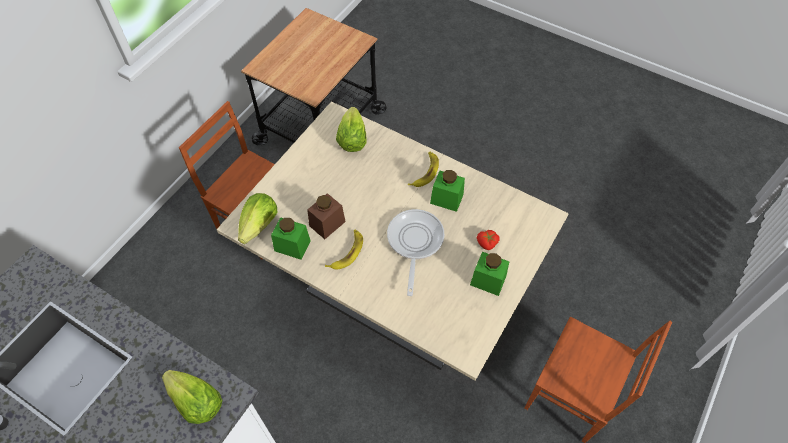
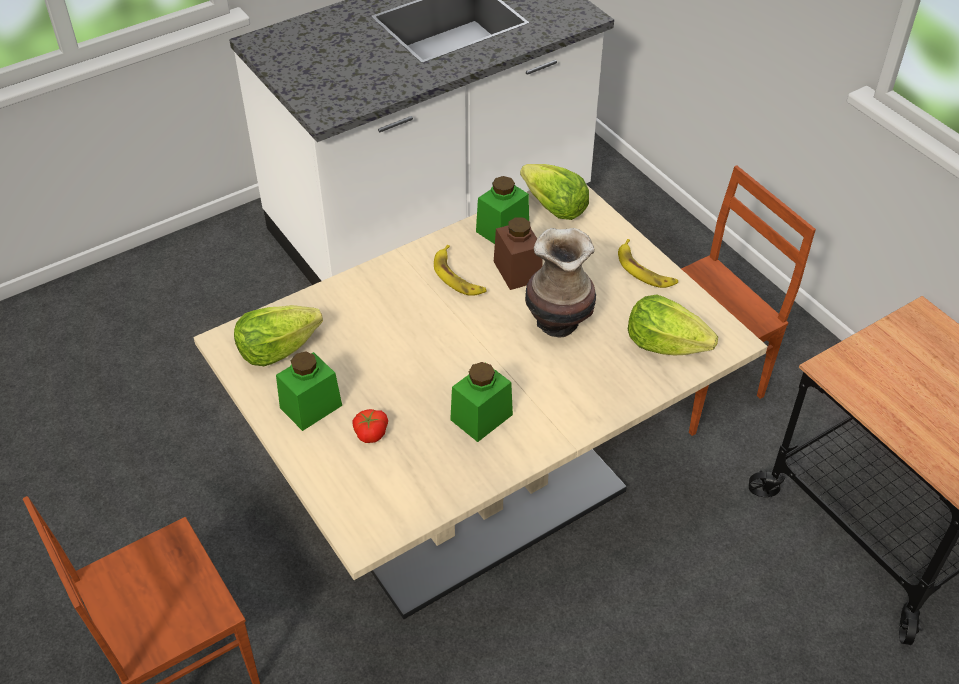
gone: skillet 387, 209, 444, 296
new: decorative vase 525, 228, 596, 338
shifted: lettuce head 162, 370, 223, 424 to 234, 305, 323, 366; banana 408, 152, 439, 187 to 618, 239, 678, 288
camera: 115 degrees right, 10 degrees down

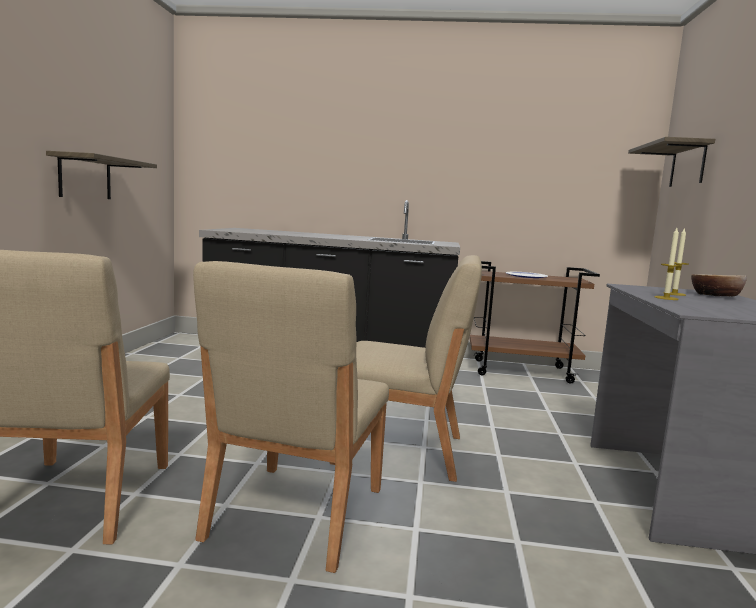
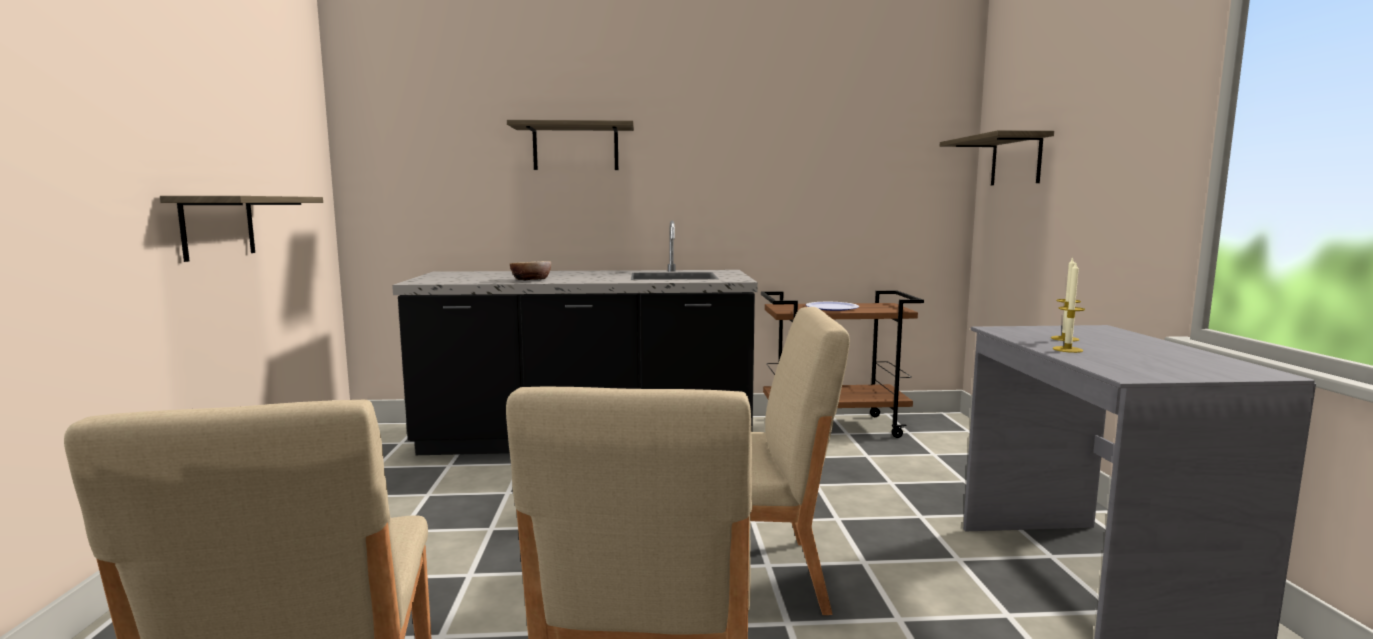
new: wall shelf 507, 120, 634, 170
shifted: serving bowl 691, 274, 747, 296 to 510, 261, 551, 281
camera: 10 degrees left, 0 degrees up

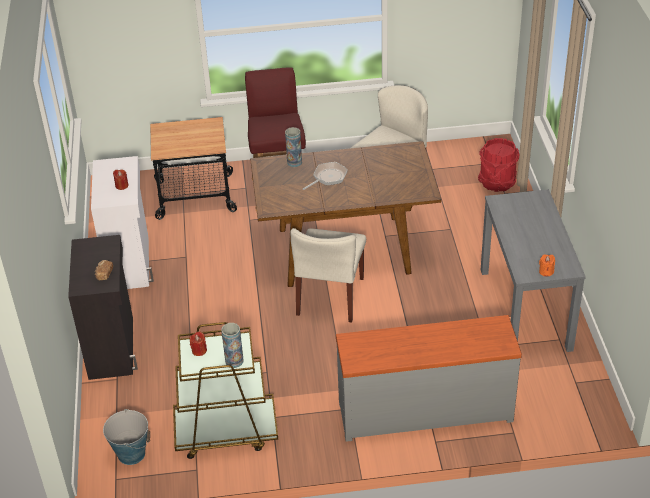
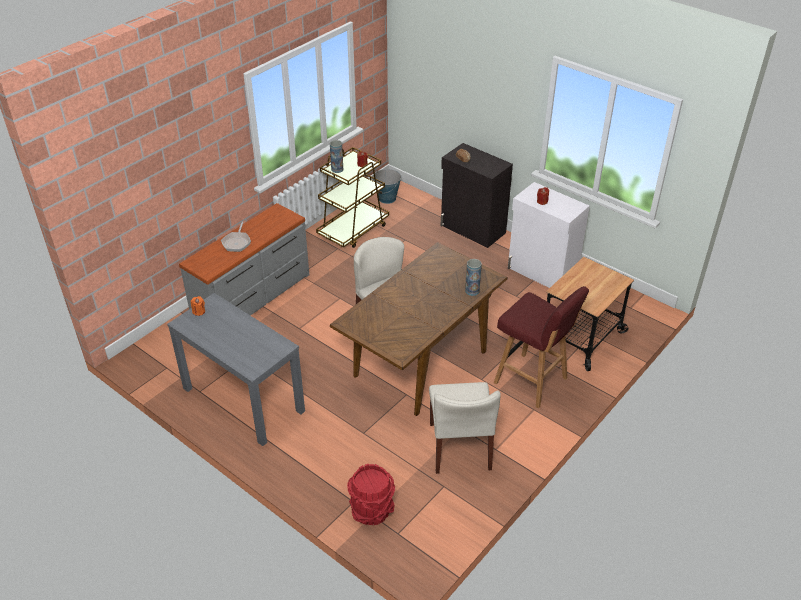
shifted: skillet 303, 162, 348, 190 to 221, 222, 251, 252
camera: 135 degrees right, 0 degrees up

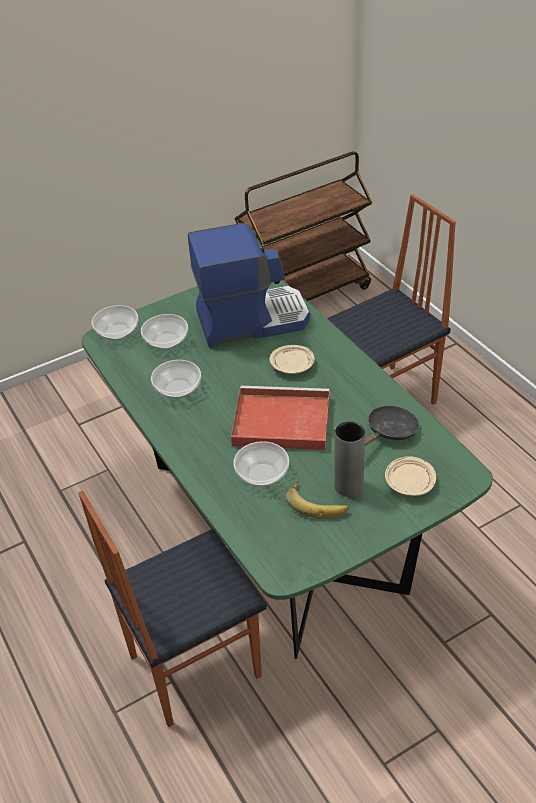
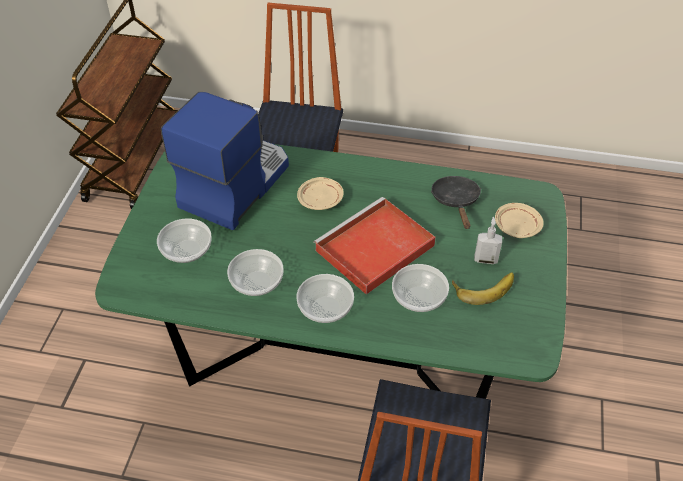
shifted: serving bowl 91, 305, 138, 341 to 296, 274, 354, 323
swapped: grey decorative vase 334, 421, 365, 497 to liquid soap bottle 474, 217, 502, 264
camera: 50 degrees left, 5 degrees up

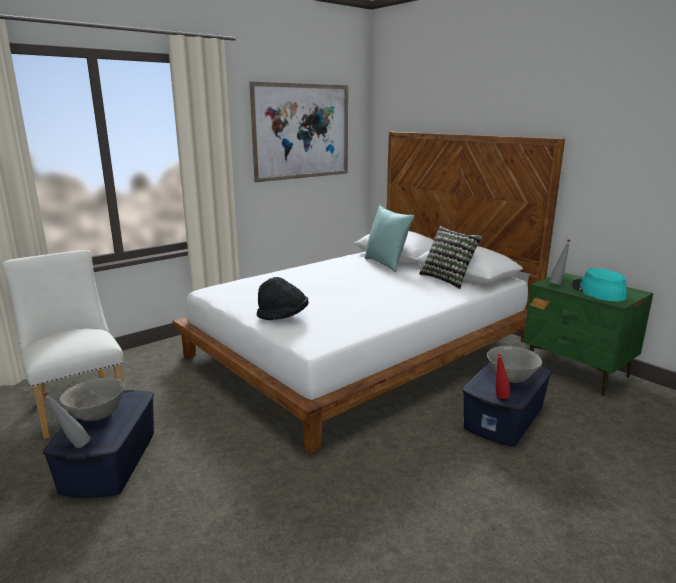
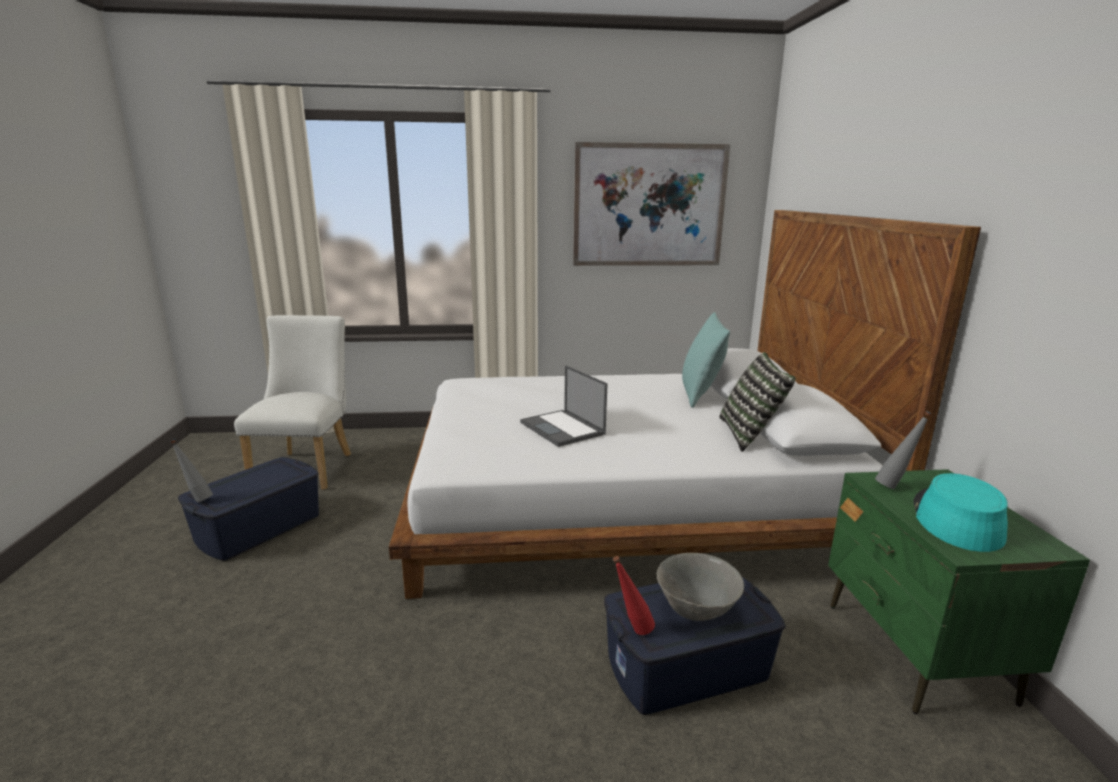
gone: grey serving bowl 59, 378, 124, 421; black-coloured wearable hat 257, 277, 309, 320
new: laptop 520, 365, 608, 447
camera: 35 degrees right, 0 degrees up

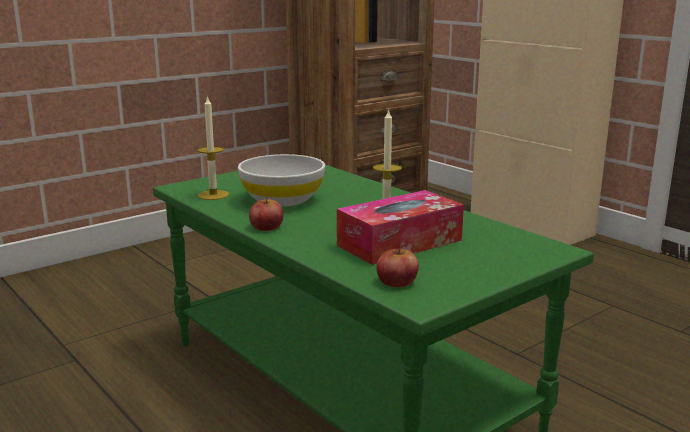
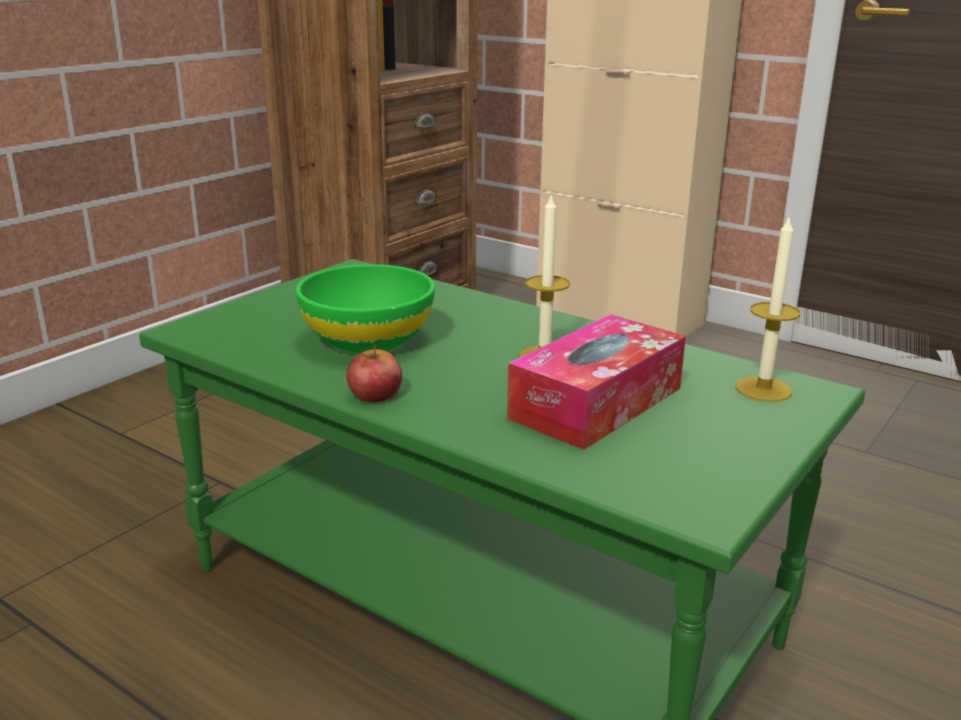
gone: apple 376, 245, 419, 287
shifted: candle 197, 96, 229, 200 to 736, 215, 800, 402
repainted: whitish serving bowl 238, 154, 325, 207 to greenish serving bowl 296, 264, 435, 353
camera: 15 degrees left, 5 degrees up

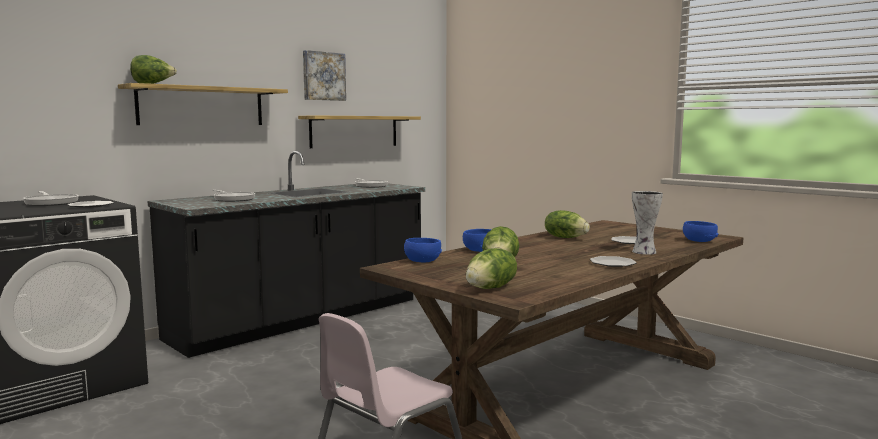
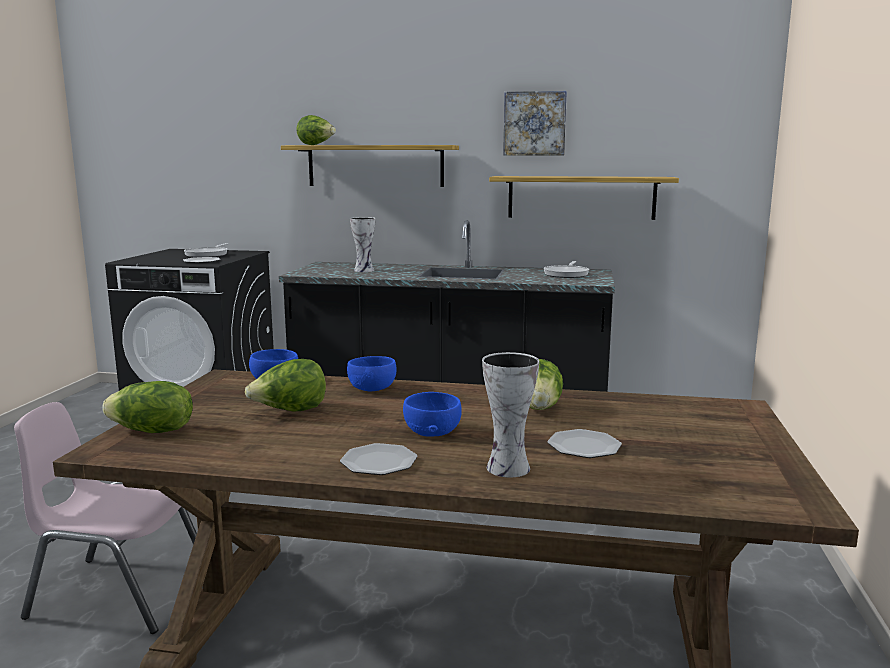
shifted: blue serving bowl 683, 221, 718, 242 to 403, 392, 462, 437
swapped: skillet 213, 190, 255, 202 to decorative vase 350, 217, 376, 272
camera: 55 degrees right, 5 degrees up

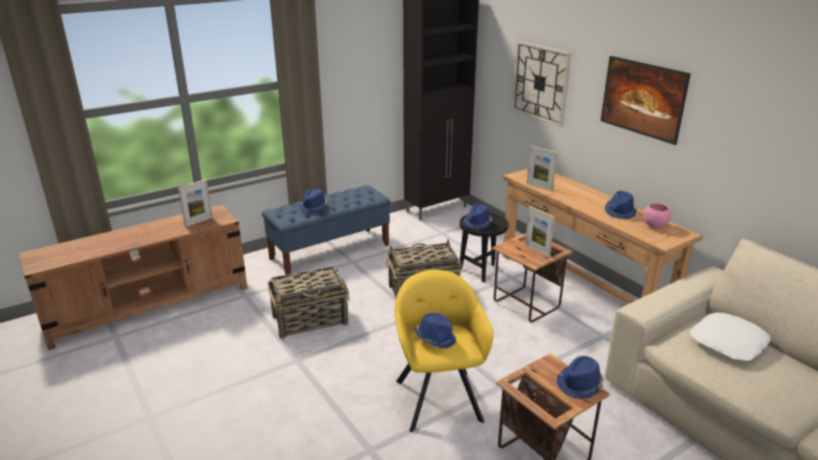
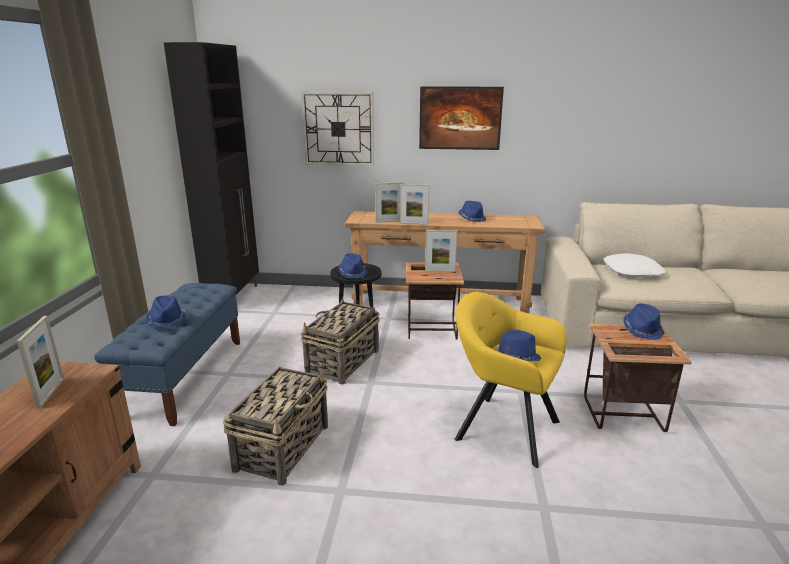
gone: pink serving bowl 643, 203, 671, 228
new: photo frame 400, 184, 429, 225
camera: 50 degrees left, 5 degrees down

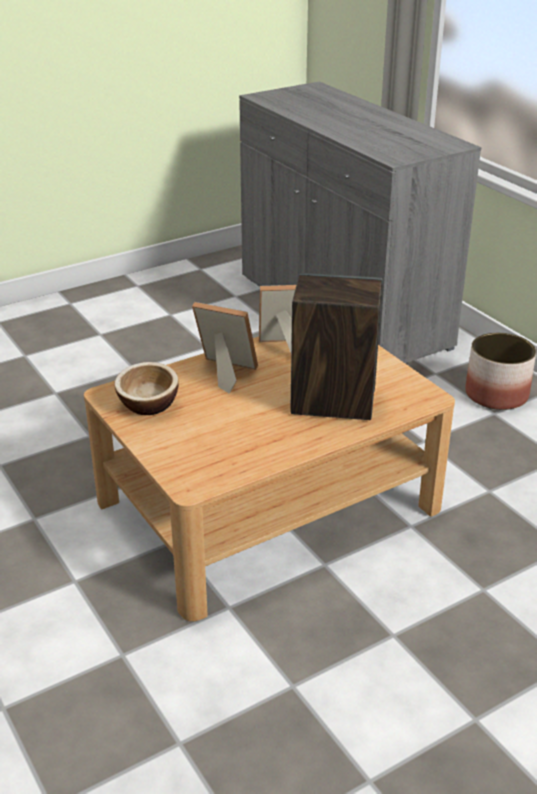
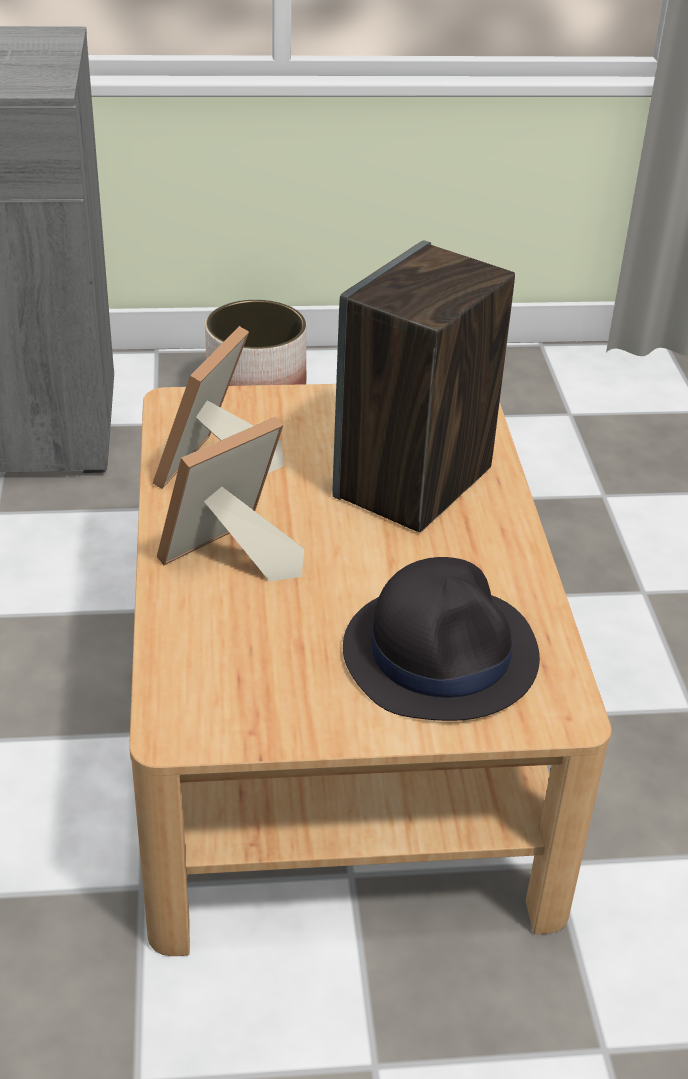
gone: serving bowl 114, 362, 179, 415
new: black-coloured wearable hat 343, 557, 540, 721
camera: 65 degrees left, 5 degrees up

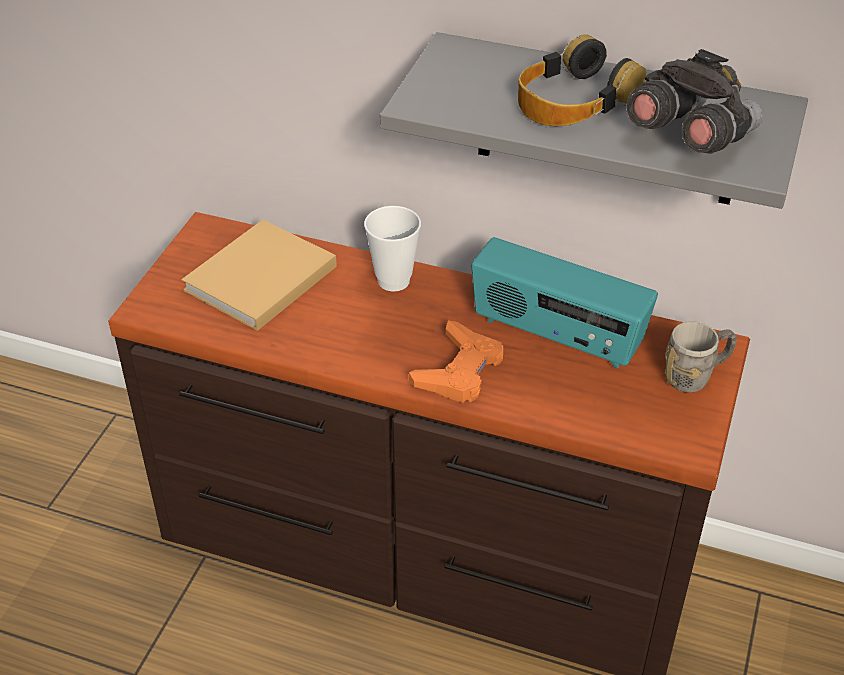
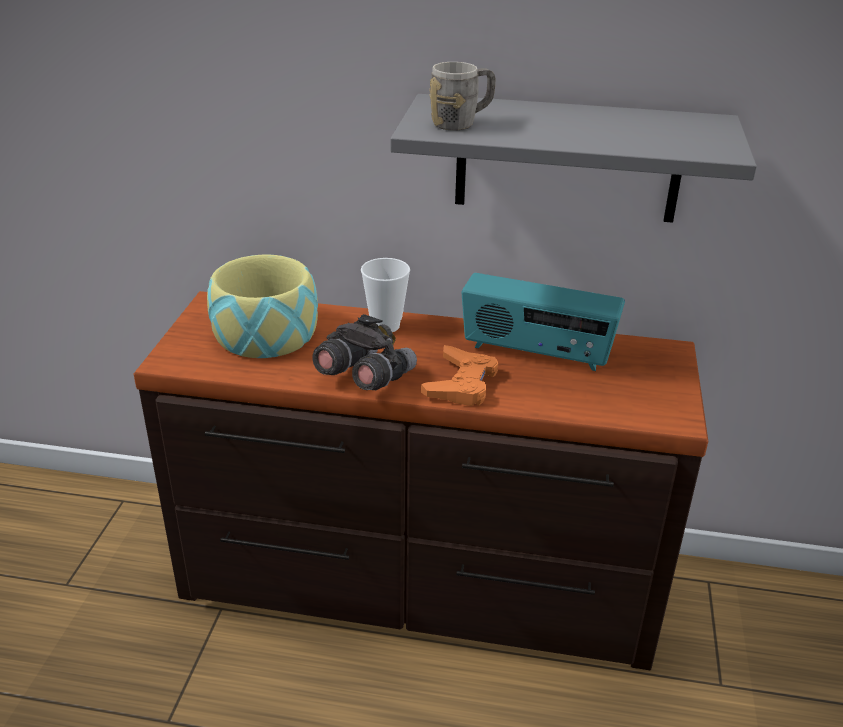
gone: pair of headphones 518, 34, 646, 126
shifted: grey pair of binoculars 626, 49, 763, 154 to 312, 314, 417, 390; grey coffee mug 665, 321, 737, 393 to 429, 62, 495, 130
swapped: beige bound book 181, 220, 337, 331 to serving bowl 207, 255, 318, 358
camera: 10 degrees left, 10 degrees down

